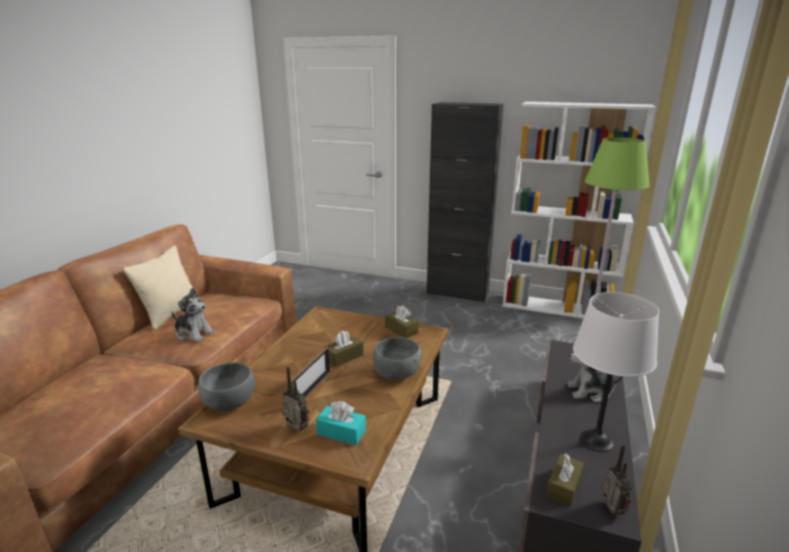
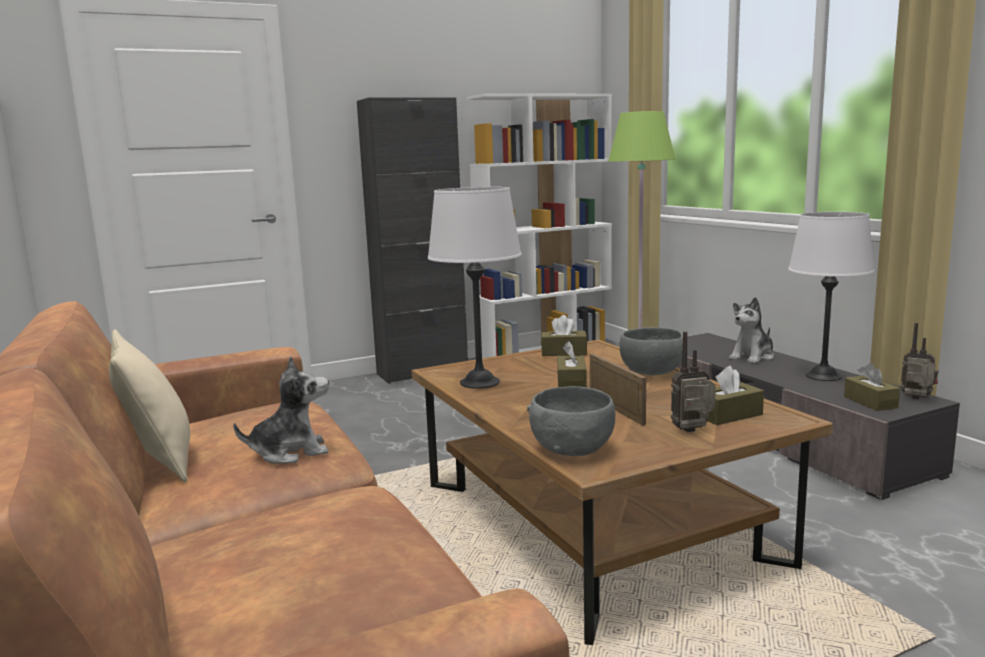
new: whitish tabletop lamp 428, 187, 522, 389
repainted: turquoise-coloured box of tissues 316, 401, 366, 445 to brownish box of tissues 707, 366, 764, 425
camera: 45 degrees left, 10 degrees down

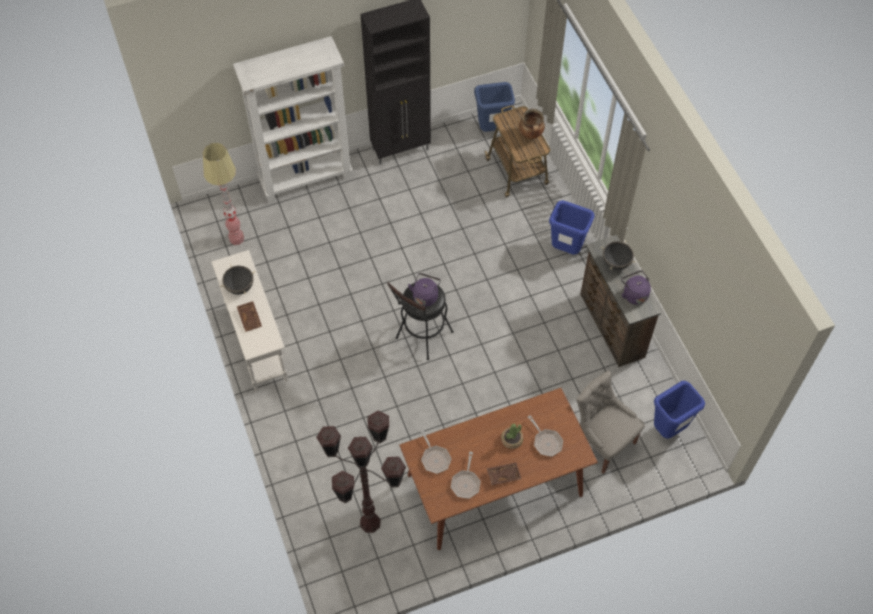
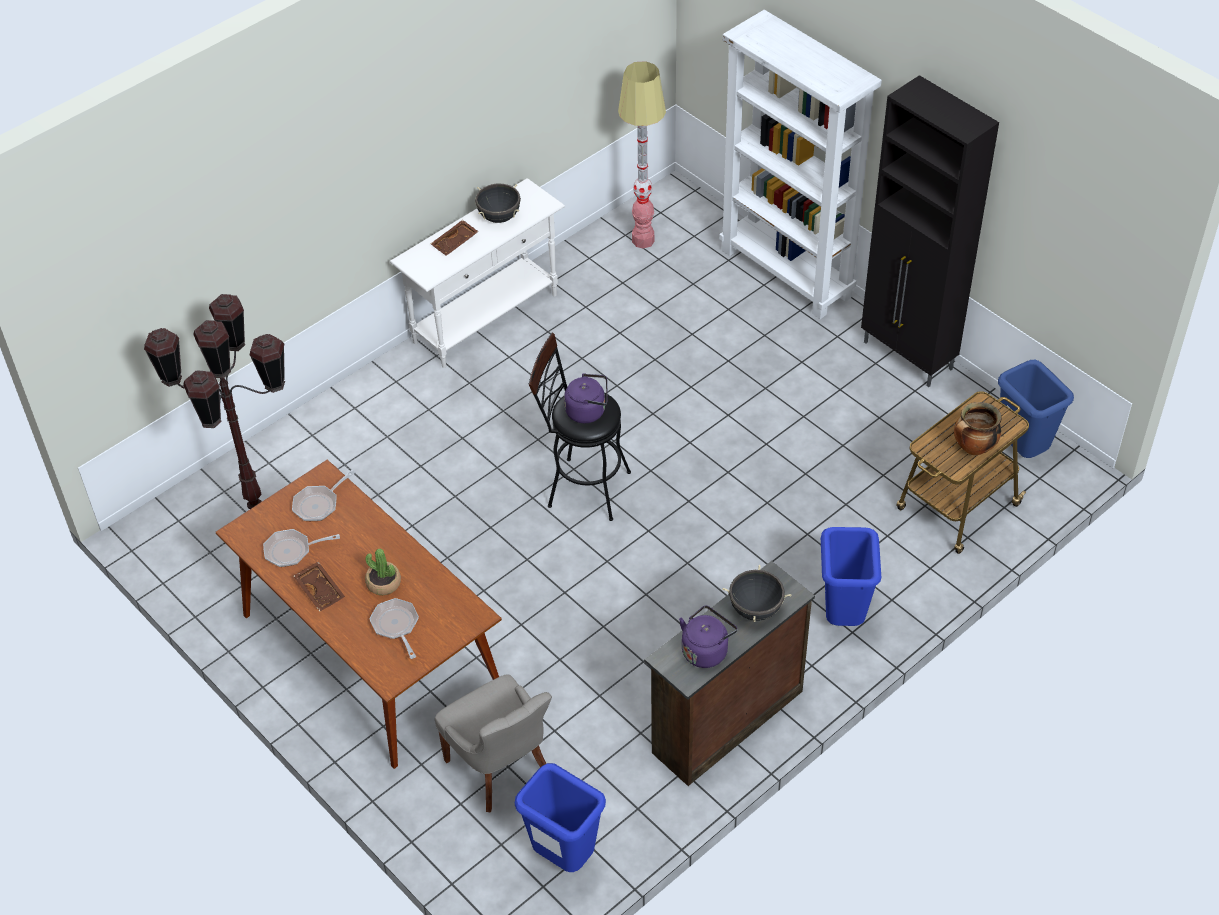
rotated: skillet 528, 415, 563, 457 = 370, 598, 419, 659 120 degrees clockwise; grey plain chair 576, 370, 645, 474 = 435, 674, 552, 812 120 degrees clockwise
camera: 70 degrees right, 10 degrees down

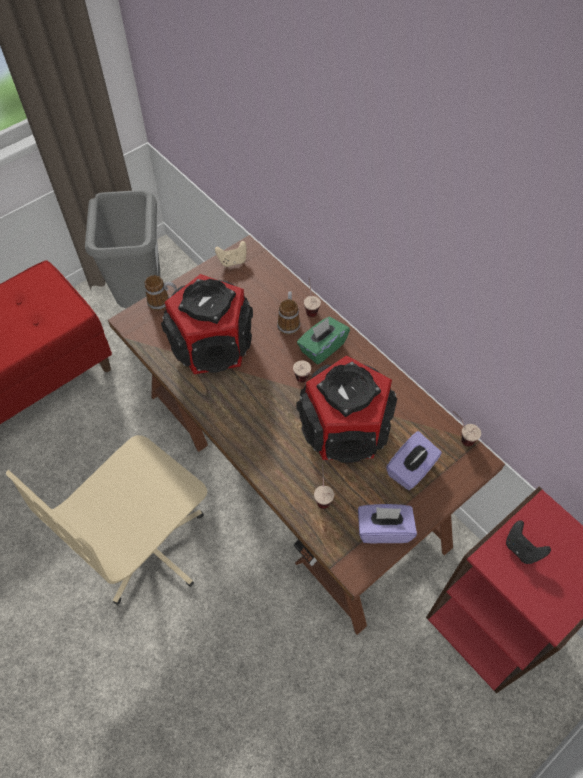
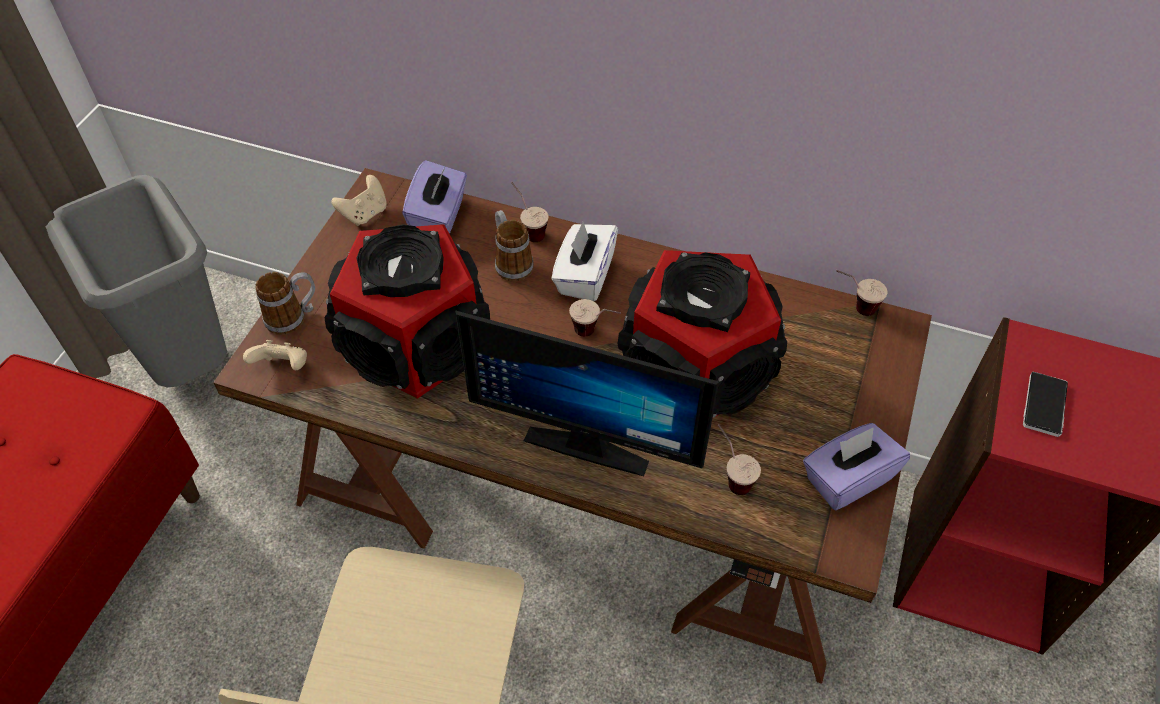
new: beige gamepad 243, 340, 307, 370; computer screen 455, 310, 719, 476
shifted: purplish box of tissues 386, 431, 442, 490 to 402, 160, 467, 234
swapped: black-coloured gamepad 506, 520, 551, 564 to handset 1023, 372, 1068, 437
repainted: greenish box of tissues 297, 317, 350, 365 to whitish box of tissues 552, 222, 618, 301
camera: 30 degrees left, 5 degrees down

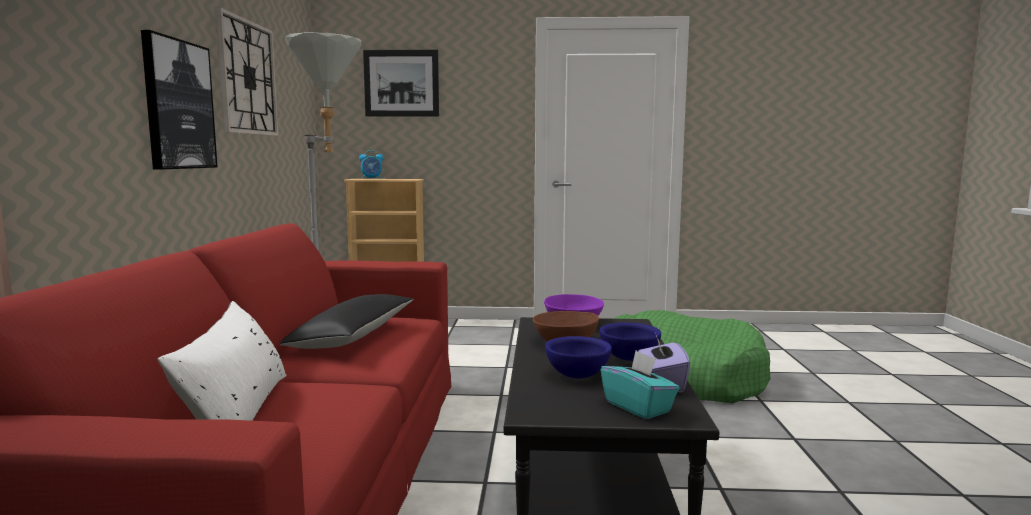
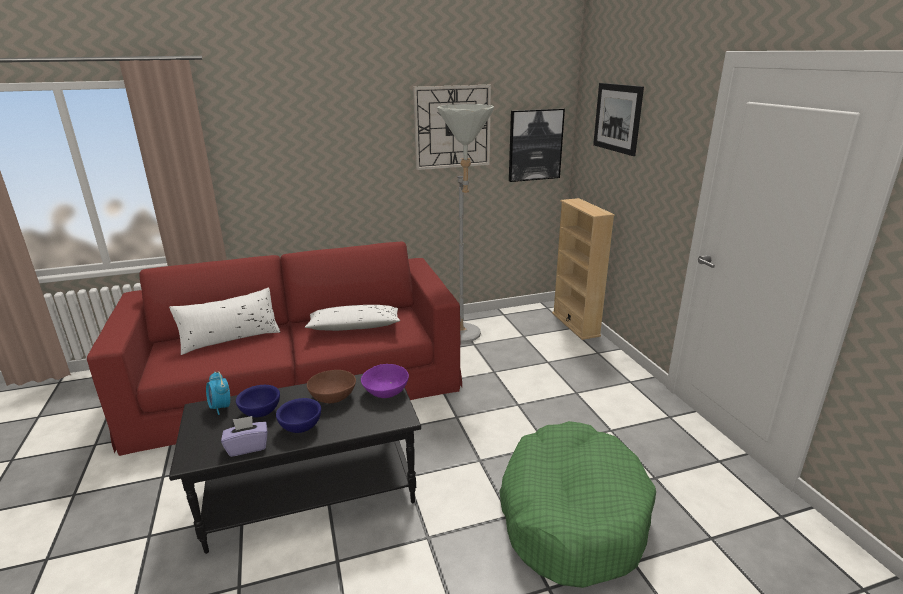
gone: turquoise-coloured box of tissues 601, 351, 679, 419
shifted: table clock 359, 150, 383, 179 to 206, 371, 230, 415; wall picture 141, 30, 218, 170 to 509, 108, 565, 182
repainted: black-coloured cushion 280, 294, 414, 349 to whitish cushion 305, 305, 400, 331
camera: 70 degrees right, 15 degrees up

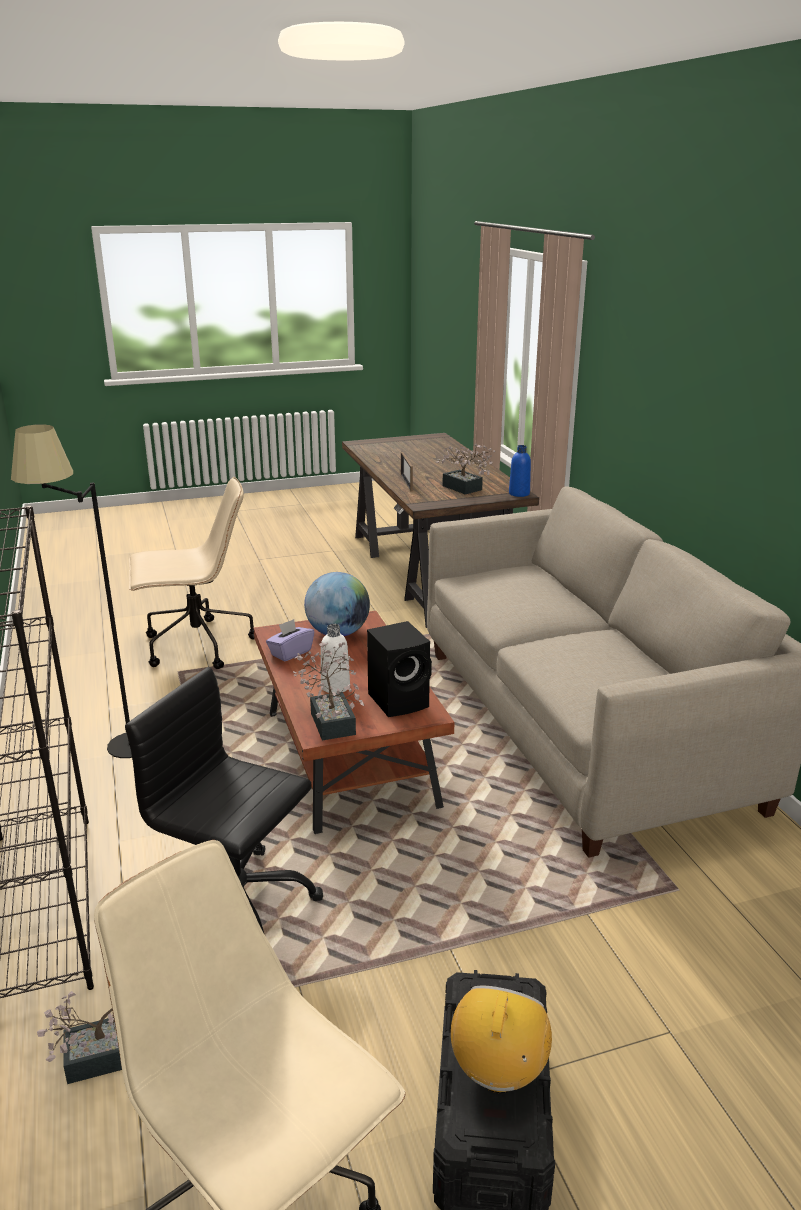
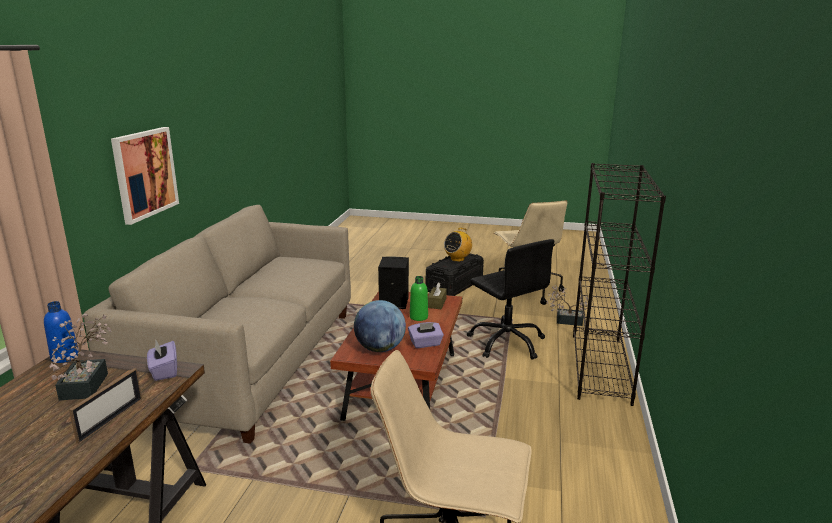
gone: black-coloured floor lamp 11, 424, 132, 758
new: wall picture 111, 127, 179, 225; purplish box of tissues 147, 340, 177, 381
swapped: potted plant 293, 642, 364, 741 to brownish box of tissues 428, 282, 447, 309
repainted: whitish bottle 321, 624, 350, 693 to greenish bottle 410, 276, 428, 321
camera: 150 degrees left, 5 degrees down

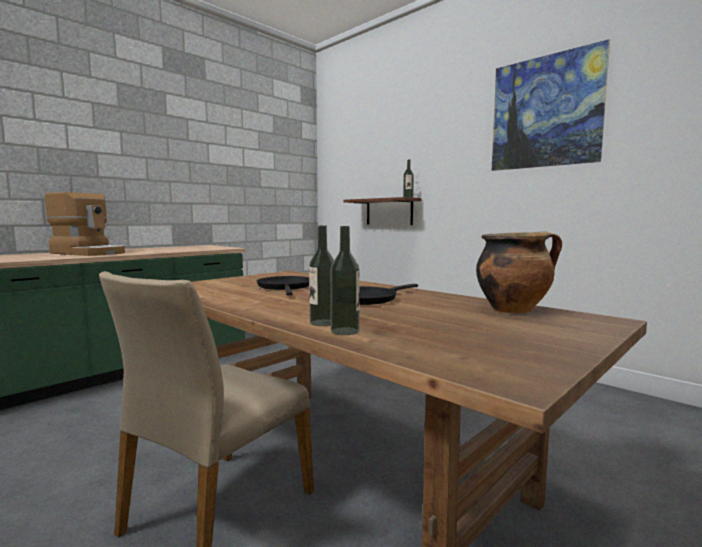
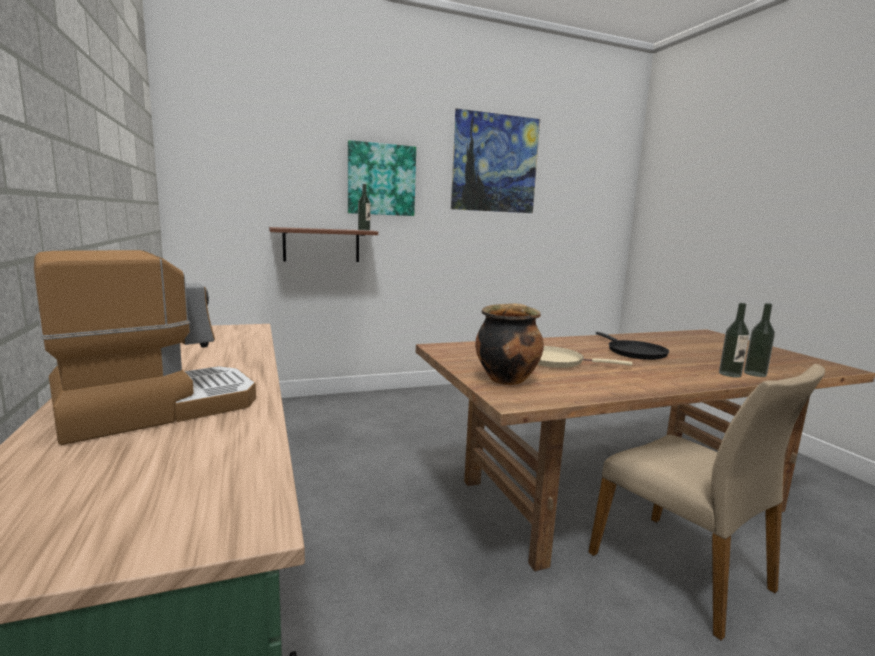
new: wall picture 348, 140, 416, 216
shifted: cooking pot 476, 232, 562, 313 to 475, 303, 544, 385
repainted: black-coloured skillet 257, 276, 309, 295 to beige skillet 538, 346, 632, 368
camera: 65 degrees left, 5 degrees up

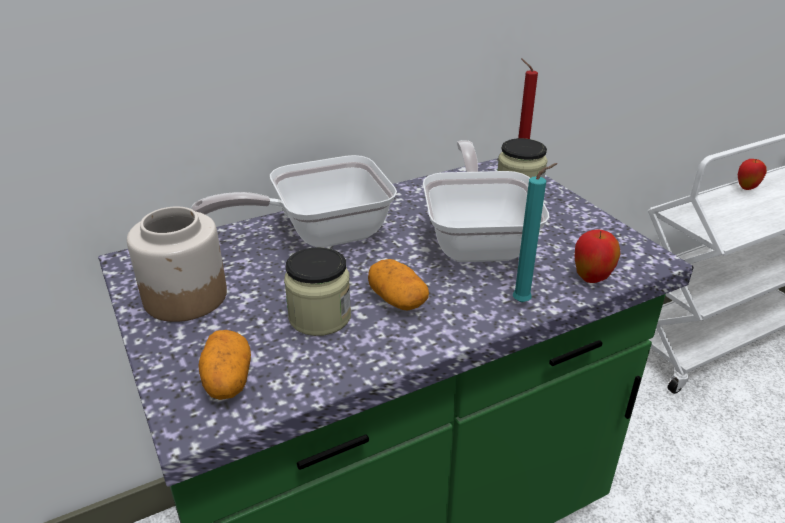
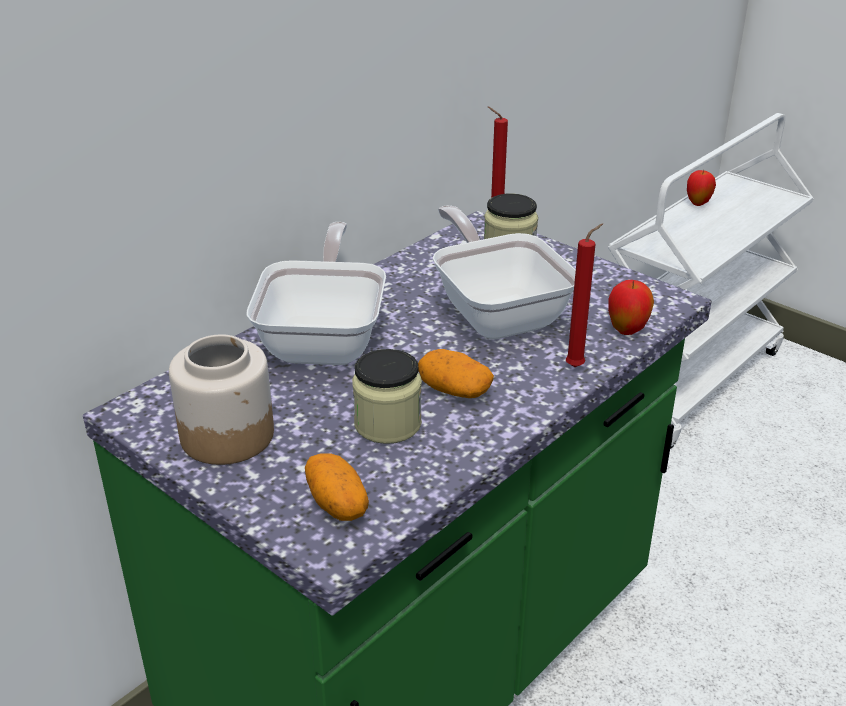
repainted: turquoise-coloured candle 513, 163, 558, 302 to reddish candle 566, 223, 603, 367
rotated: skillet 191, 155, 397, 248 = 246, 222, 386, 365 135 degrees clockwise
camera: 20 degrees left, 0 degrees up

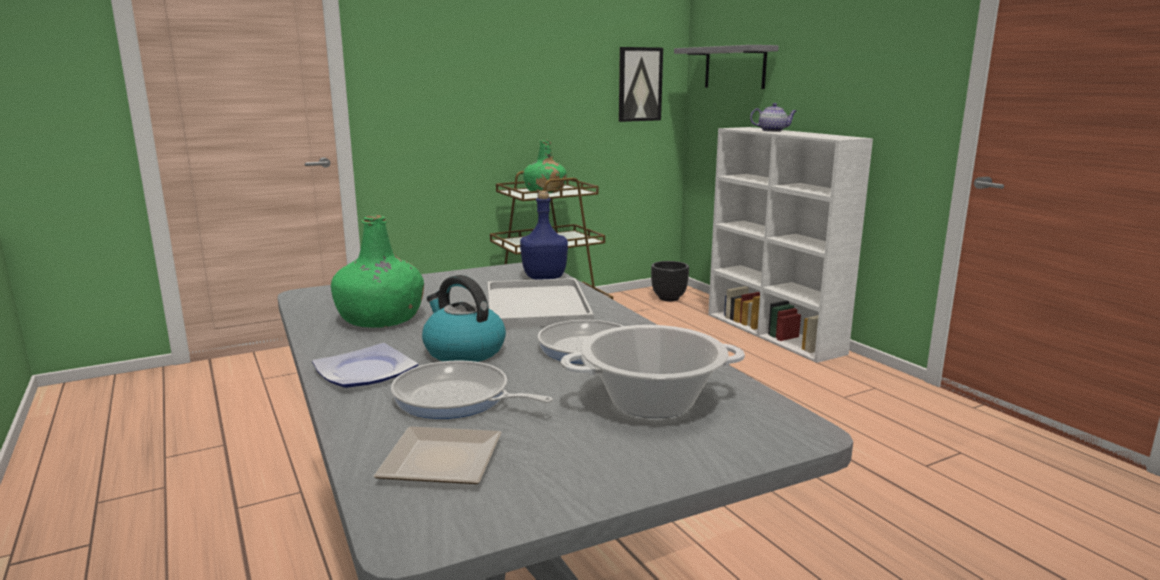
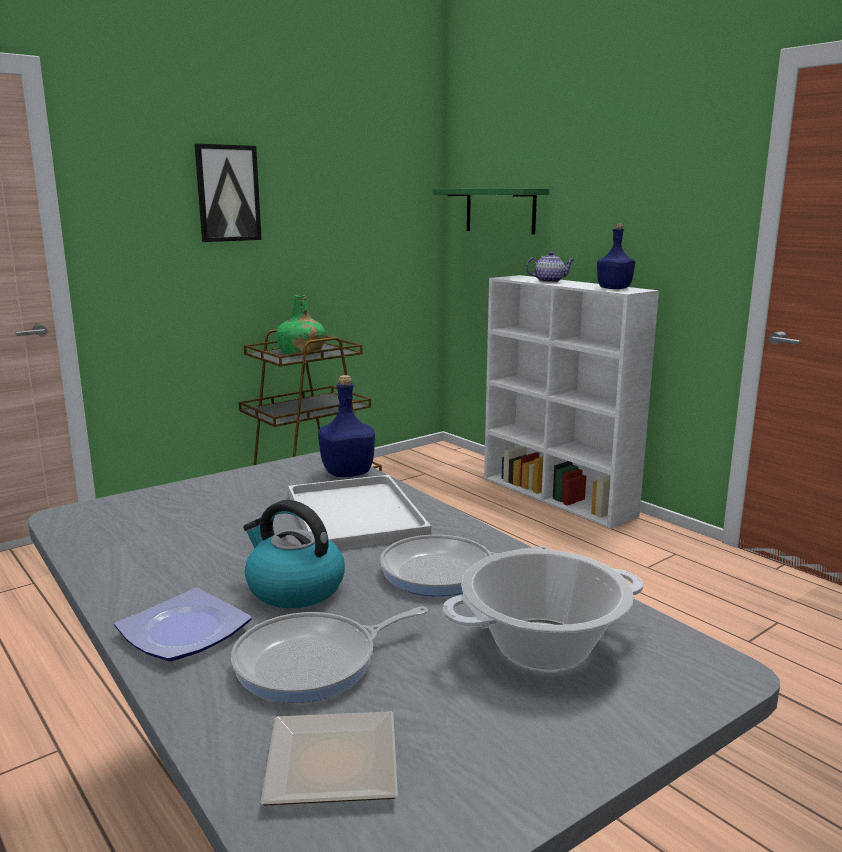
gone: greenish bottle 331, 215, 424, 328; black-coloured planter 651, 261, 689, 301
new: blue bottle 597, 223, 635, 289
shifted: wall picture 619, 47, 663, 122 to 194, 144, 262, 242
repainted: grey wall shelf 674, 45, 779, 89 to greenish wall shelf 432, 188, 549, 235
rotated: skillet 391, 361, 553, 419 = 231, 607, 428, 703 45 degrees counterclockwise
camera: 10 degrees left, 0 degrees up

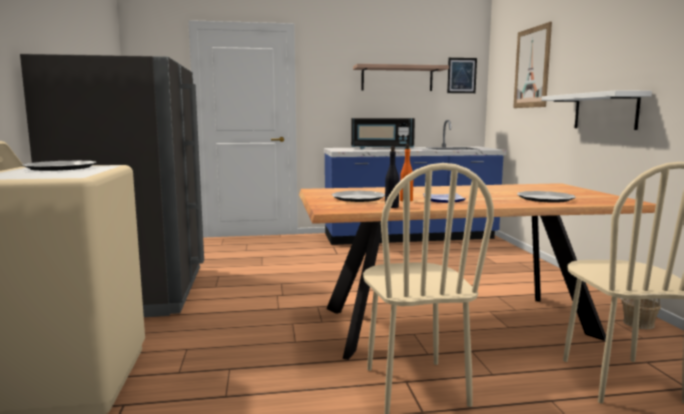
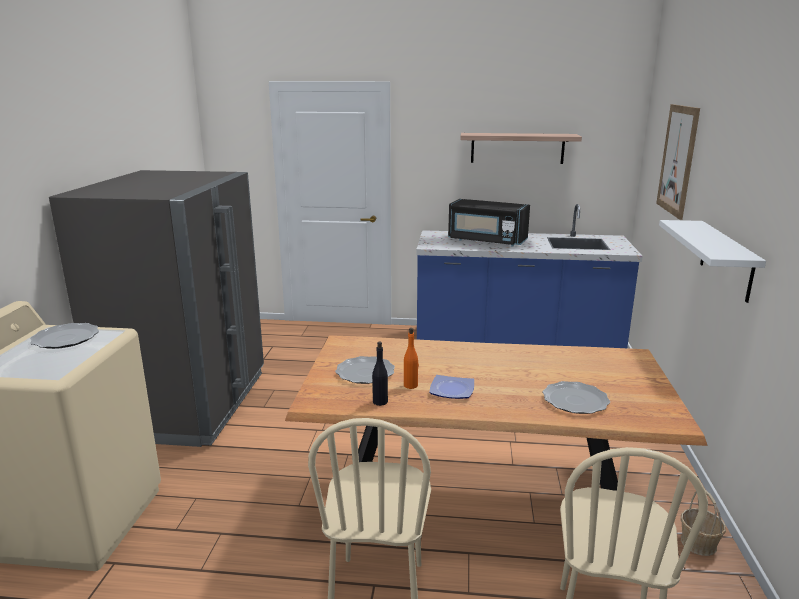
gone: wall picture 447, 58, 477, 93
camera: 15 degrees right, 10 degrees up

